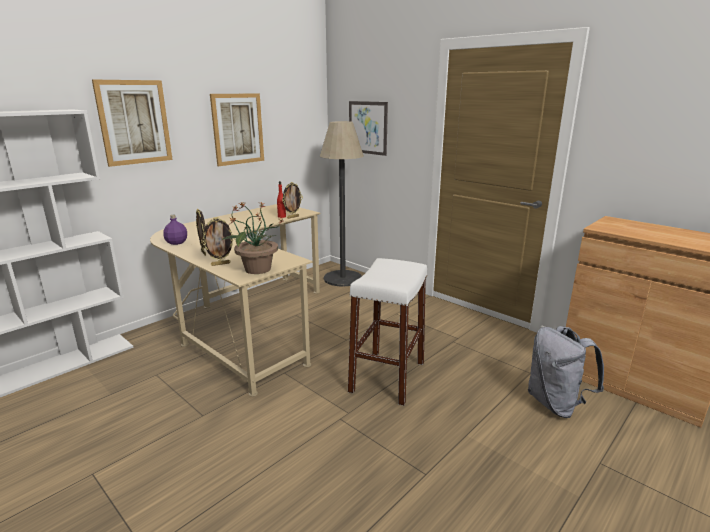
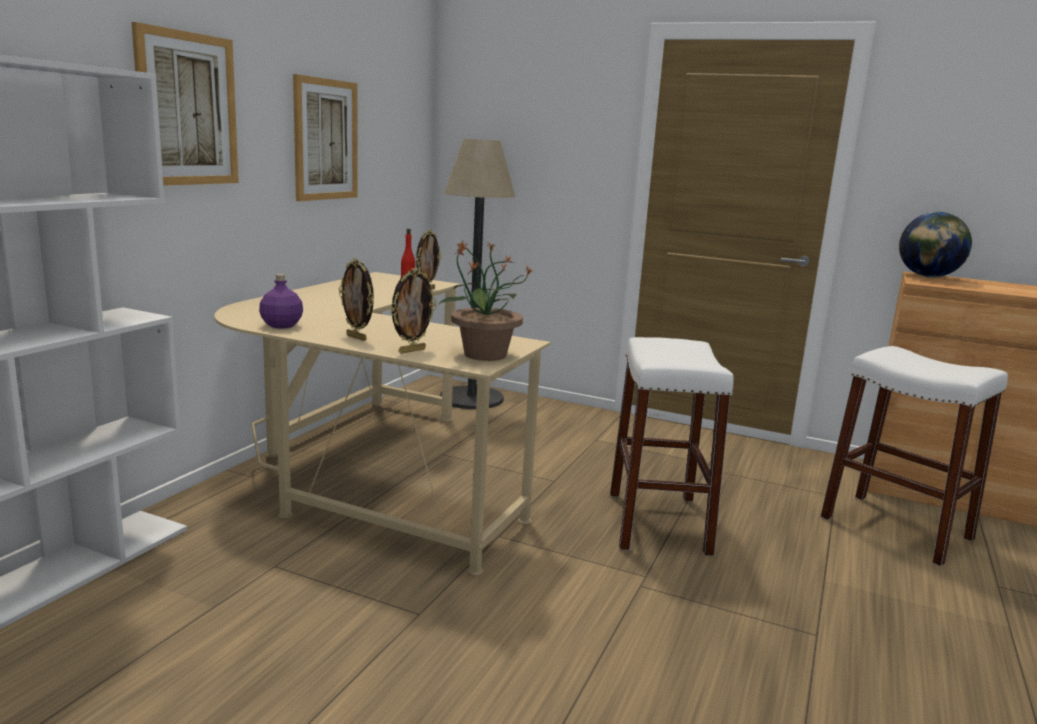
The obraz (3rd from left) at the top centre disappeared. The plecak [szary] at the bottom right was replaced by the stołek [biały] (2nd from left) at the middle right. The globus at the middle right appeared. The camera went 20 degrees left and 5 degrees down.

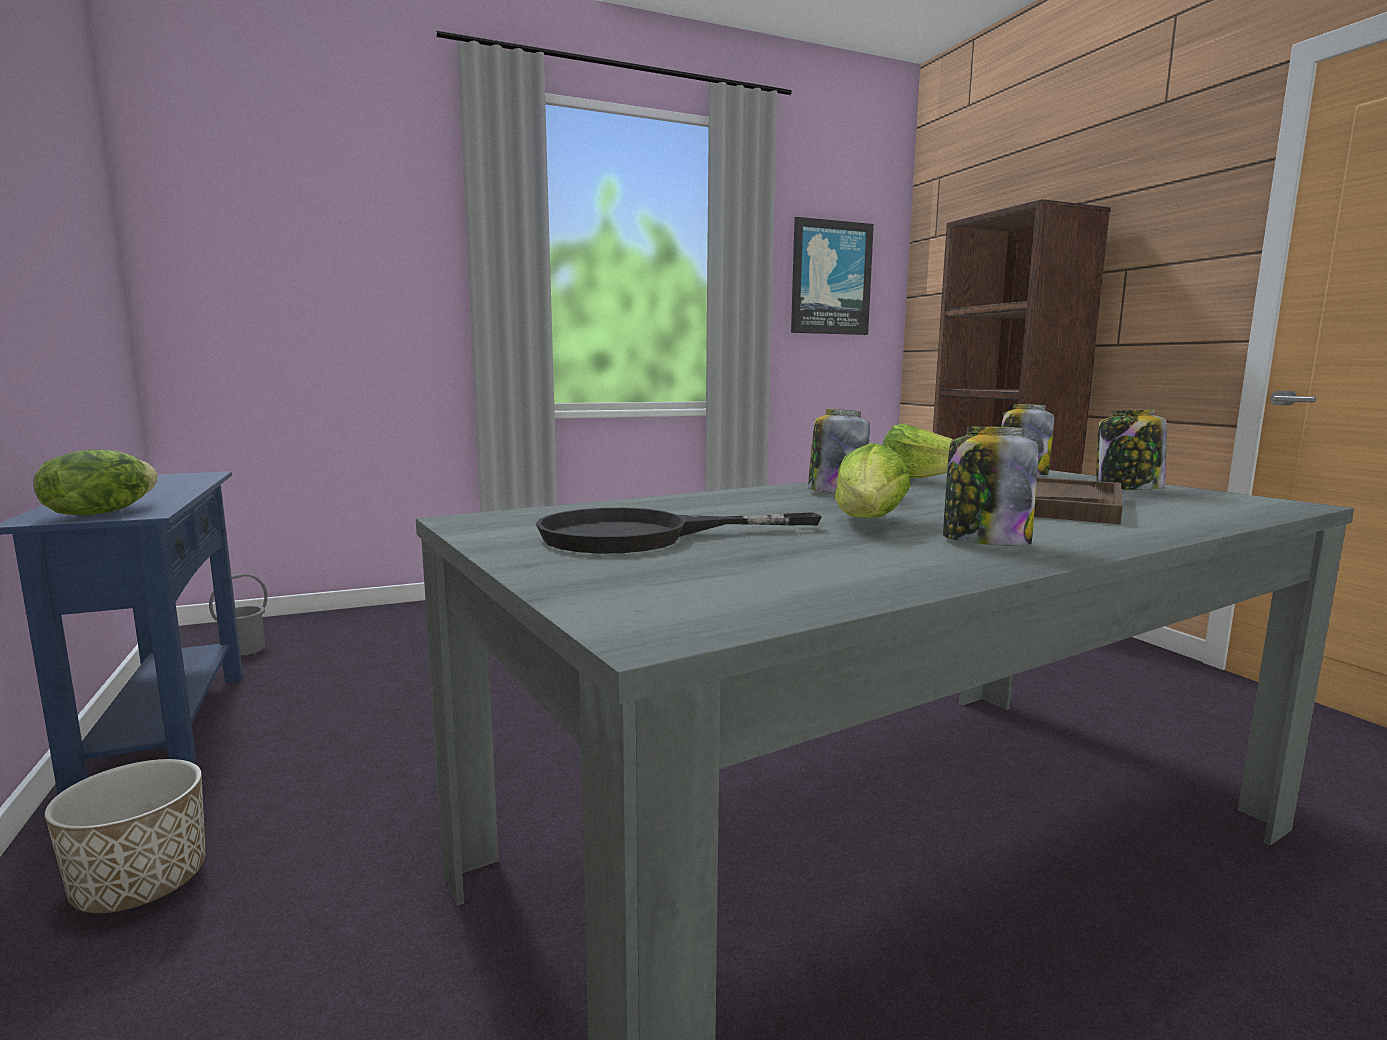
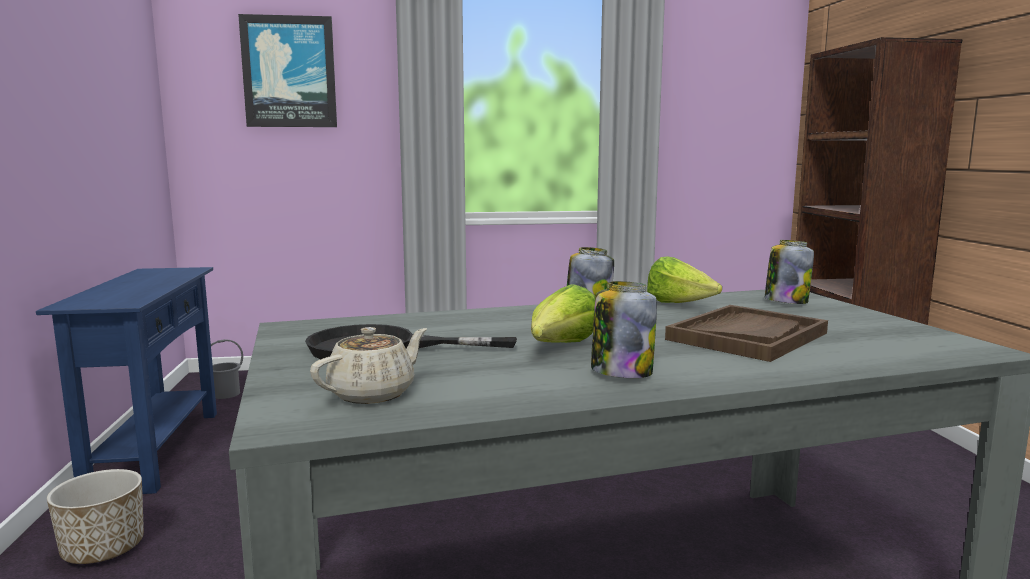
The sałata (1st from left) at the middle left disappeared. The obraz moved from the top centre to the top left. The słoik (4th from left) at the middle right disappeared. The imbryk [beżowy] at the centre appeared. The camera went 15 degrees right and 0 degrees up.

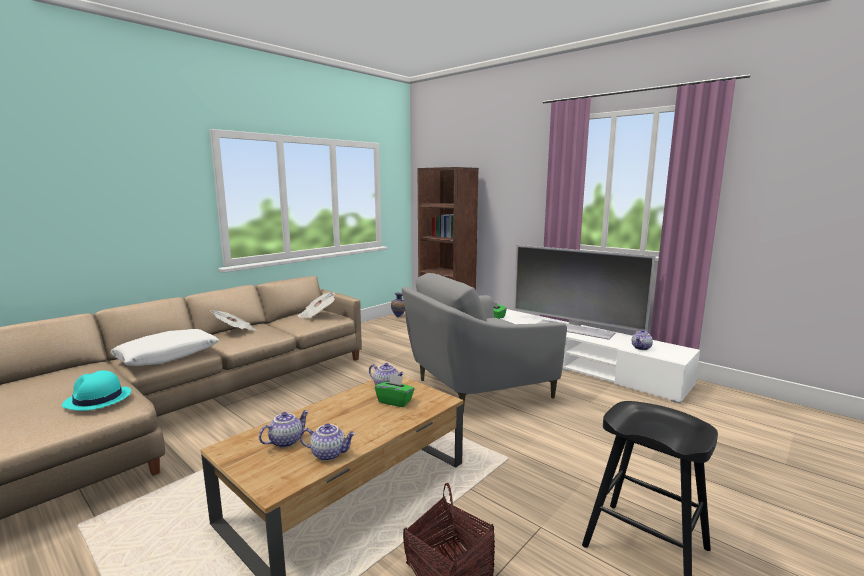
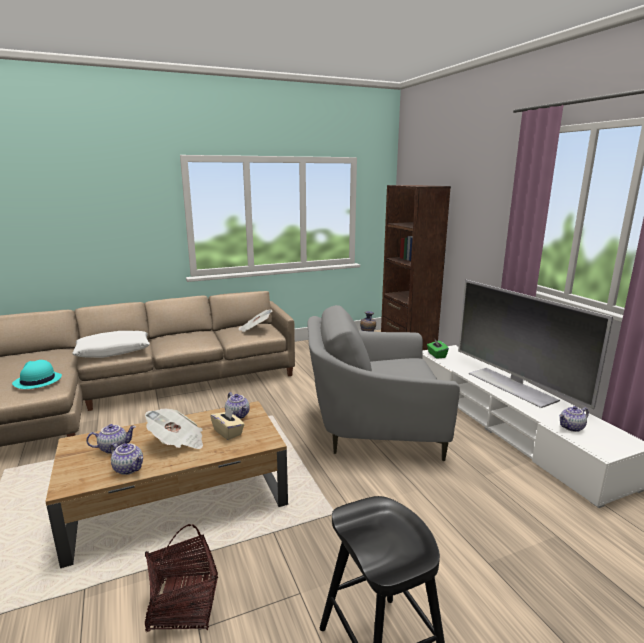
The gazeta (1st from left) moved from the middle left to the bottom left. The pudełko chusteczek [zielony] (1st from left) at the bottom centre became the pudełko chusteczek [beżowy] at the centre. The camera went 25 degrees right and 5 degrees up.

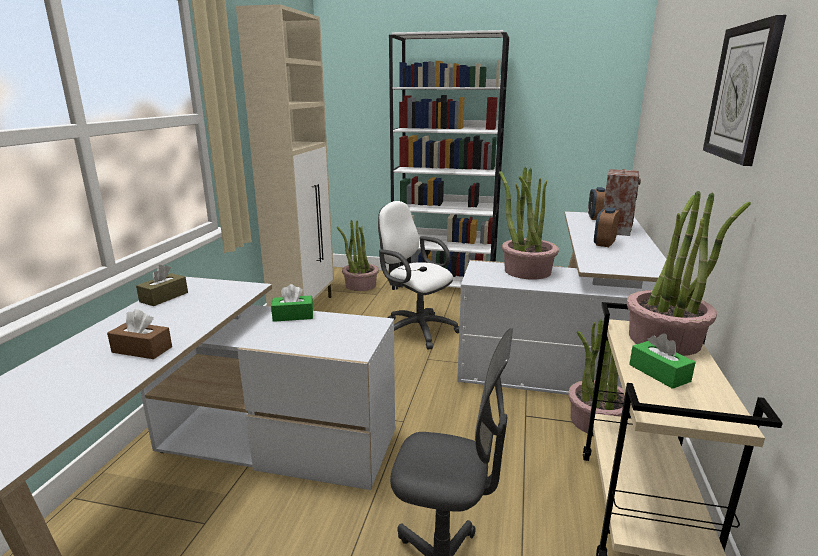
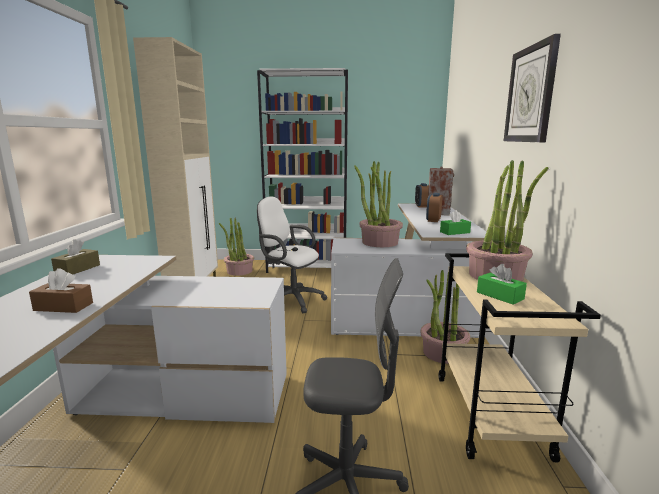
The pudełko chusteczek [zielony] (1st from left) moved from the centre to the middle right. The camera went 10 degrees left and 5 degrees down.

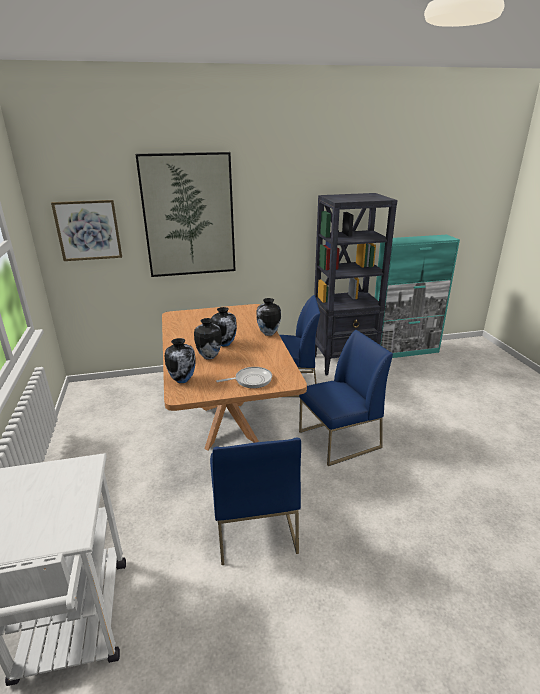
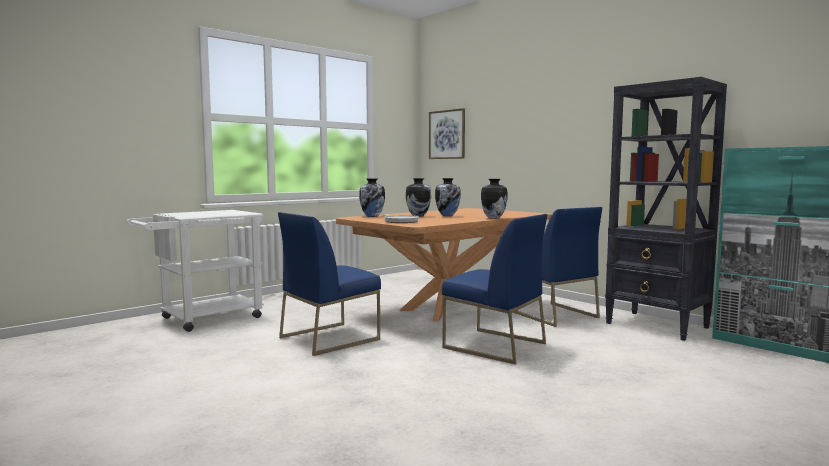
The obraz (2nd from left) at the top centre disappeared. The camera went 60 degrees right and 20 degrees down.

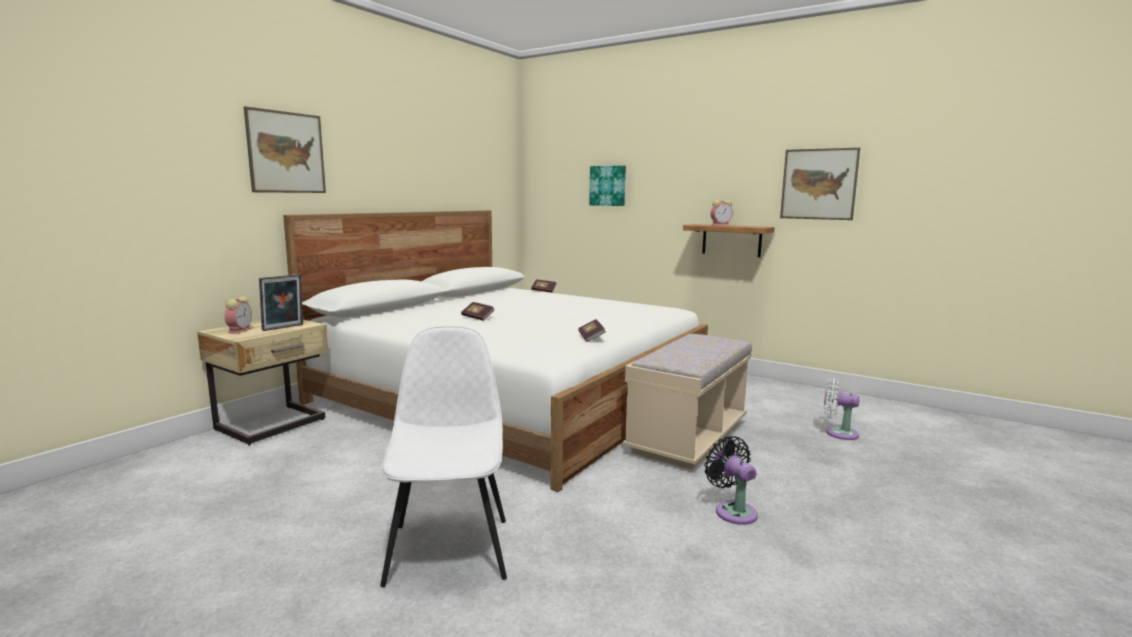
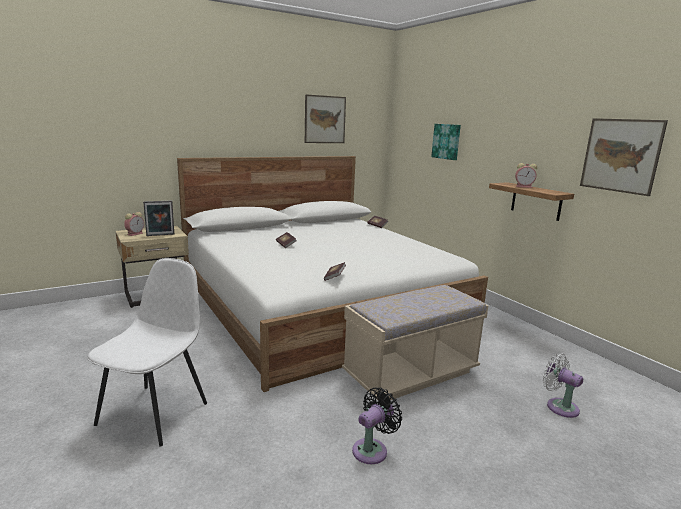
The obraz (1st from left) moved from the top left to the top centre. The wentylator [czarny] at the bottom centre turned 45 degrees clockwise. The camera went 25 degrees right and 5 degrees up.

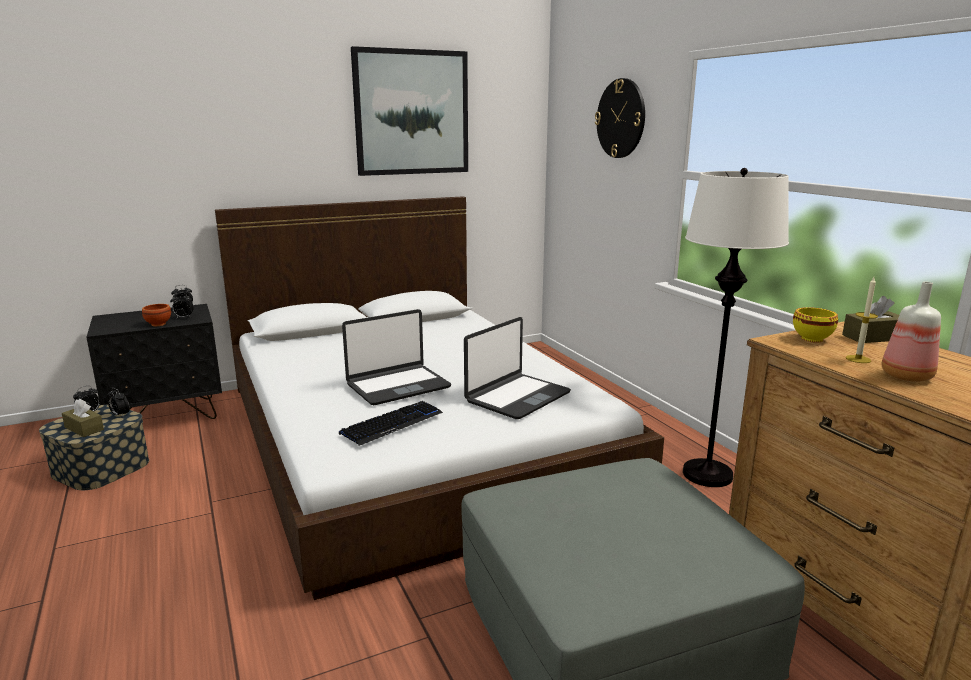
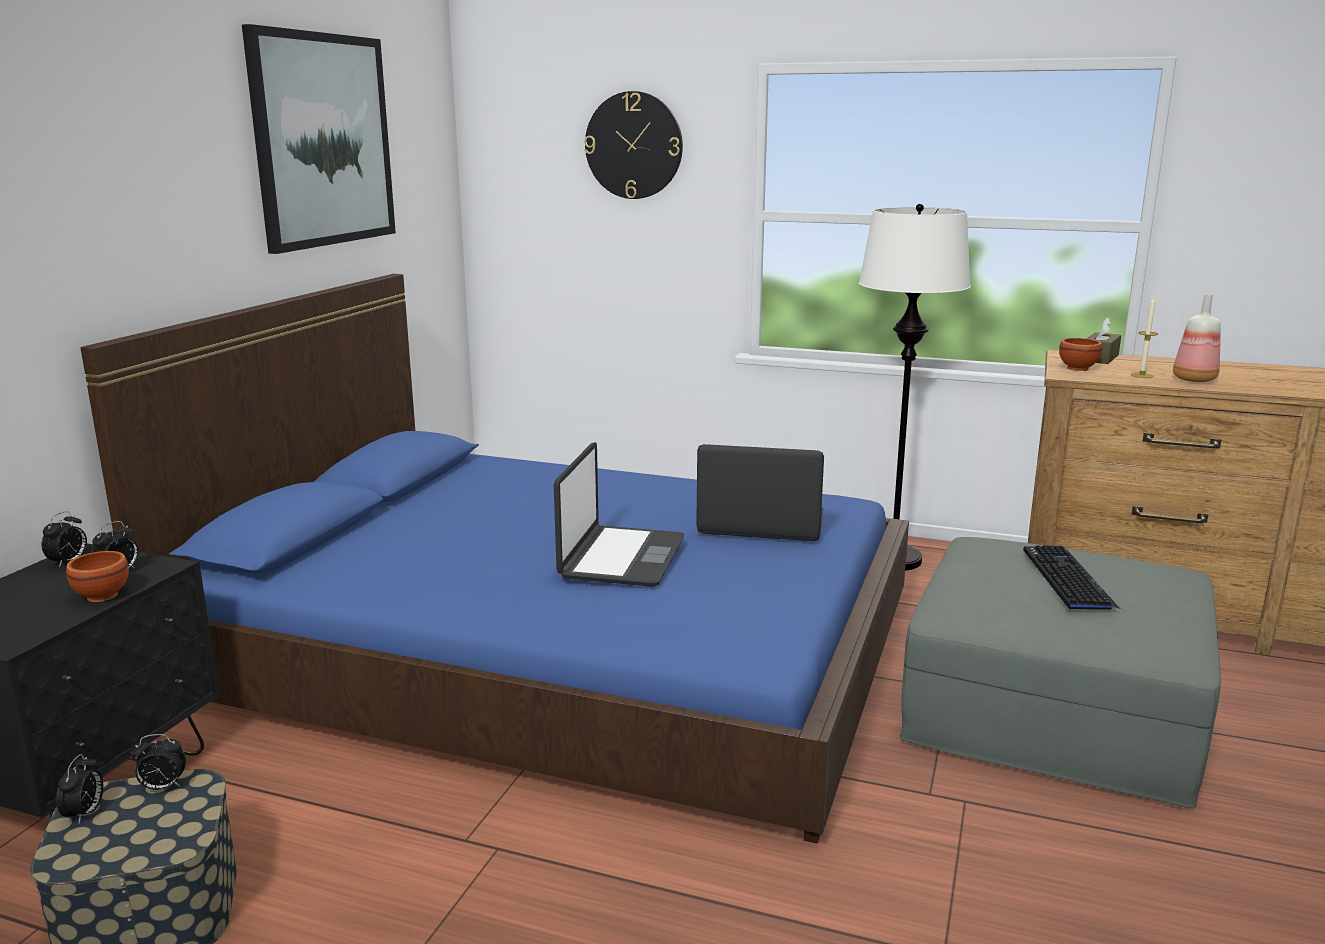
The pudełko chusteczek [brązowy] (1st from left) at the middle left disappeared. The łóżko [biały] at the centre became the łóżko [niebieski] at the centre. The klawiatura moved from the centre to the middle right. The laptop (2nd from left) at the centre turned 75 degrees counterclockwise. The miska [żółty] at the middle right became the miska [brązowy] (2nd from left) at the middle right. The camera went 45 degrees left and 0 degrees up.

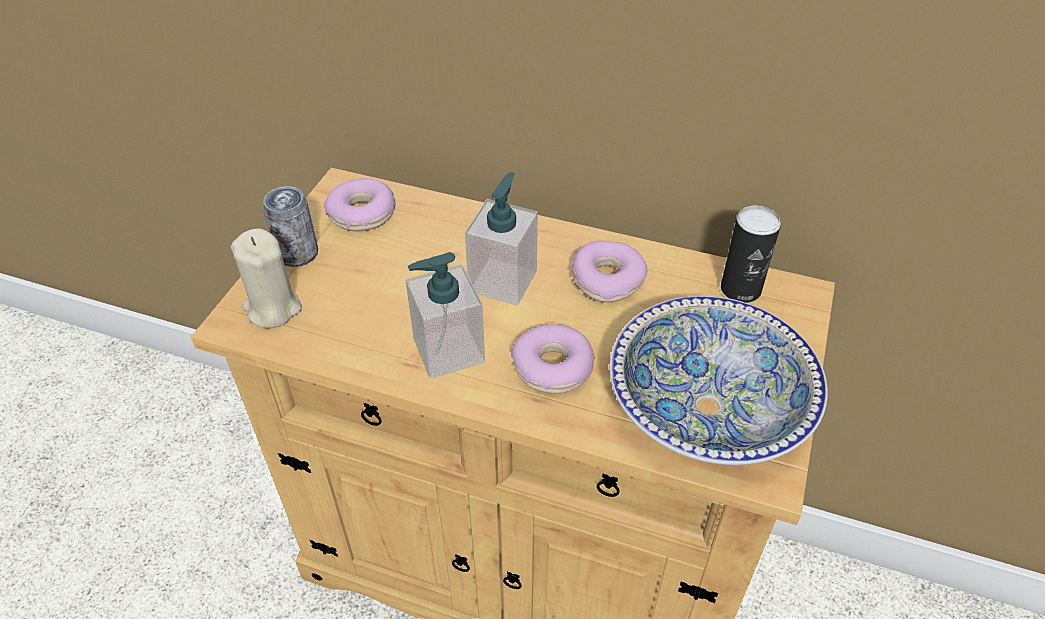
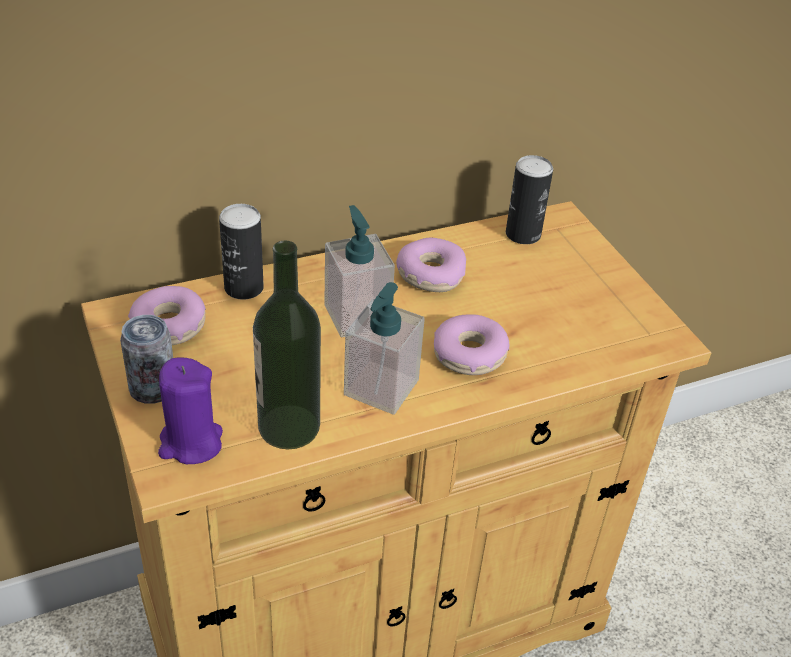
The świeca [beżowy] at the middle left became the świeca [fioletowy] at the middle left. The miska at the middle right disappeared. The puszka (2nd from left) at the middle left appeared. The butelka at the centre appeared. The camera went 45 degrees left and 5 degrees down.

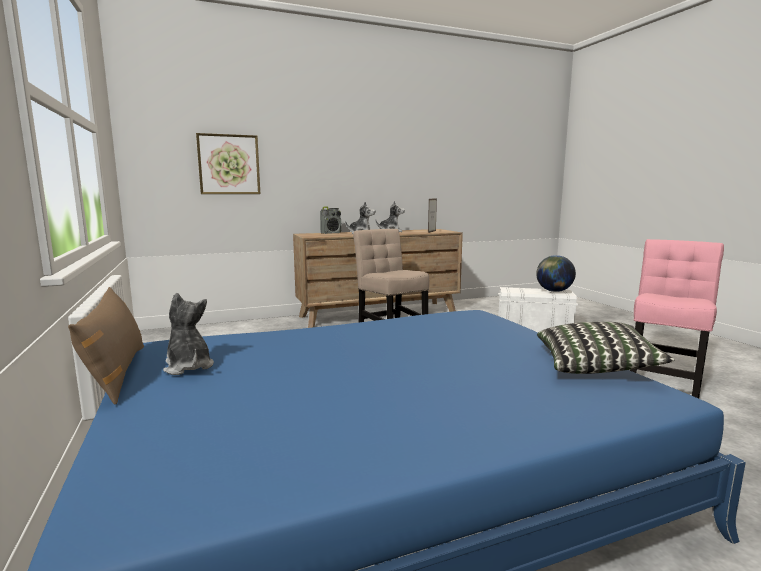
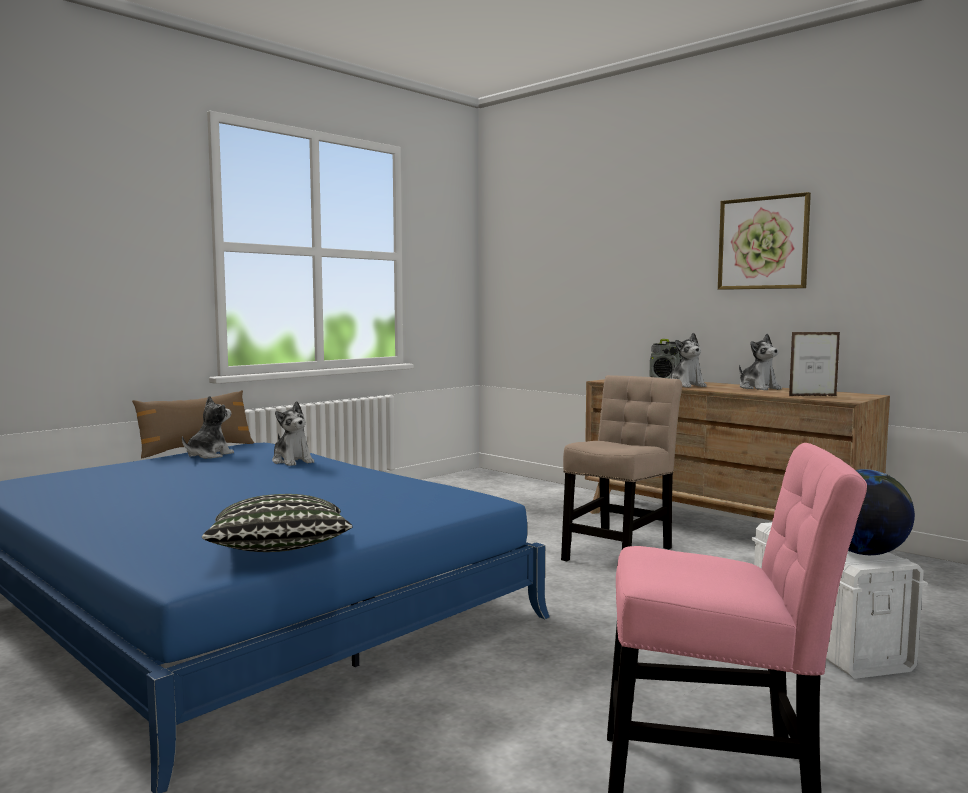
The obraz moved from the top left to the top right. The pluszak (2nd from left) at the middle left appeared. The camera went 65 degrees right and 5 degrees down.

